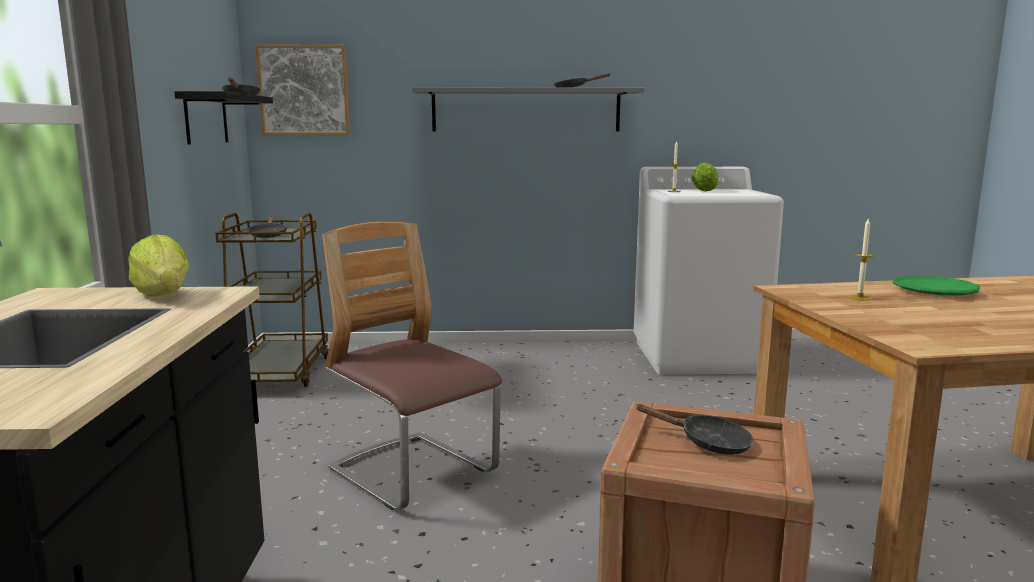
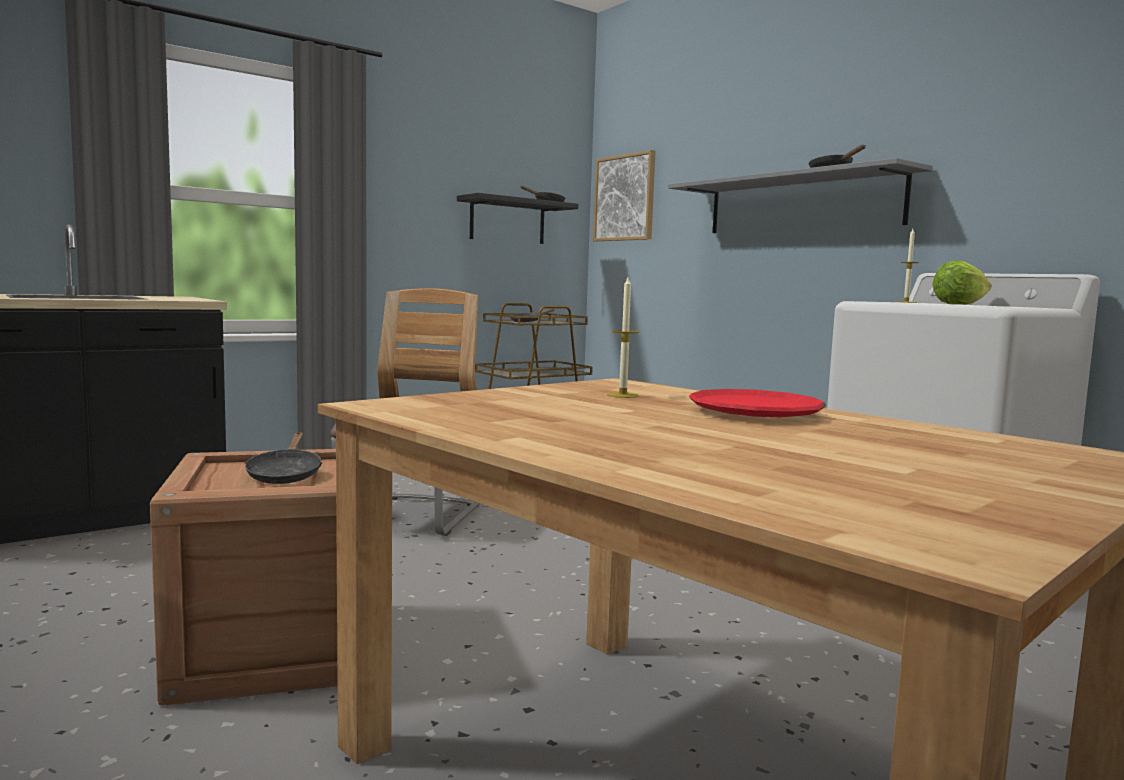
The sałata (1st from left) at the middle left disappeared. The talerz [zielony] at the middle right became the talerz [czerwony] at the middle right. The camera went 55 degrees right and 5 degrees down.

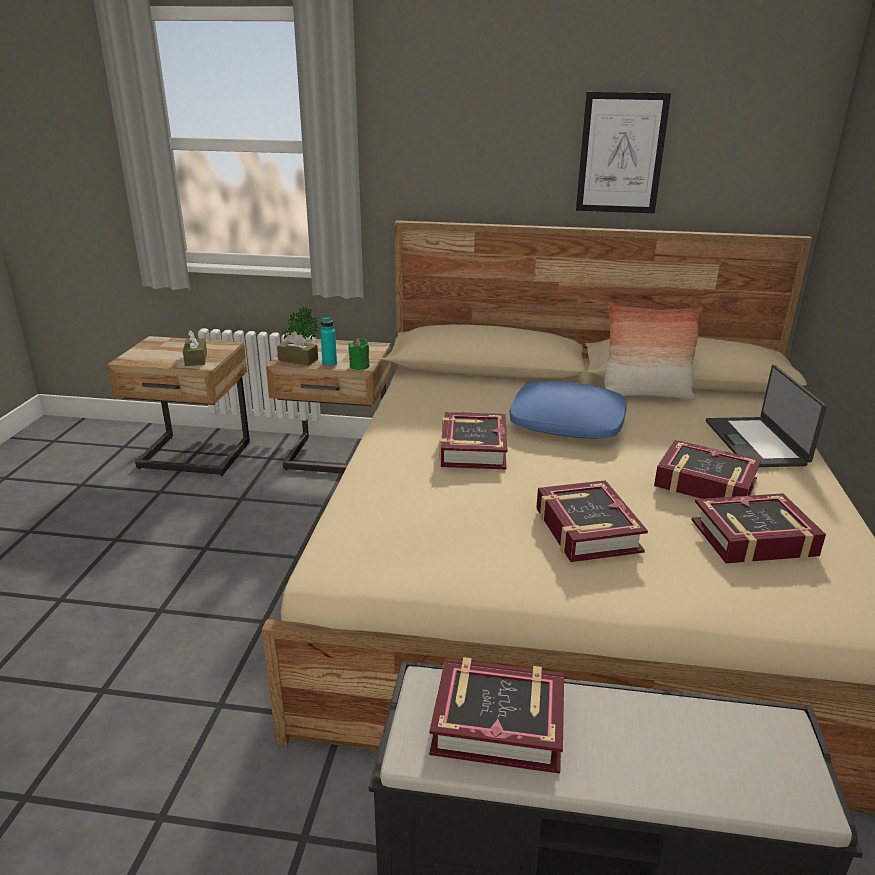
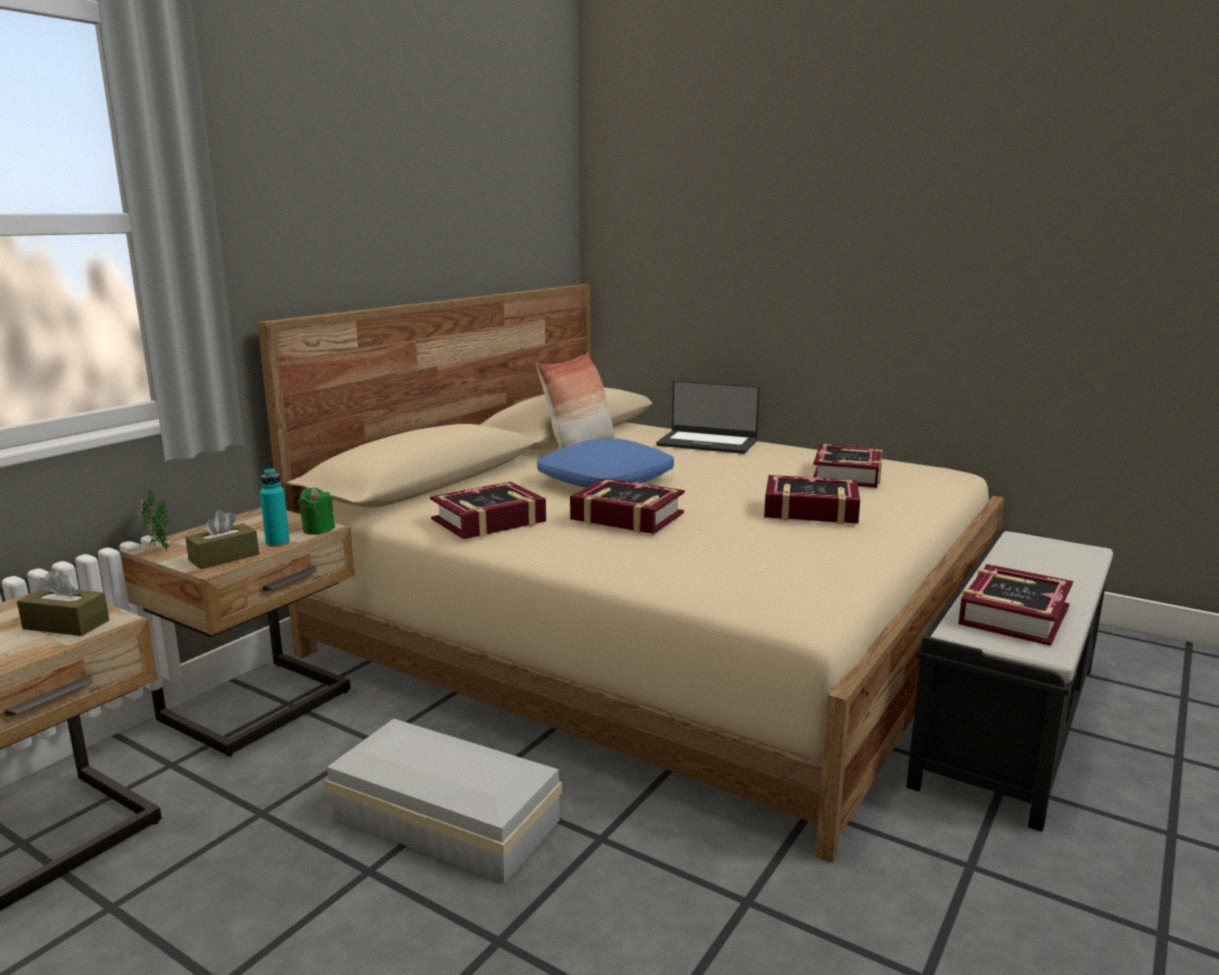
The obraz at the top right disappeared. The książka (4th from left in the first image) moved from the middle right to the centre. The pojemnik do przechowywania [biały] at the bottom centre appeared. The camera went 65 degrees left and 10 degrees down.

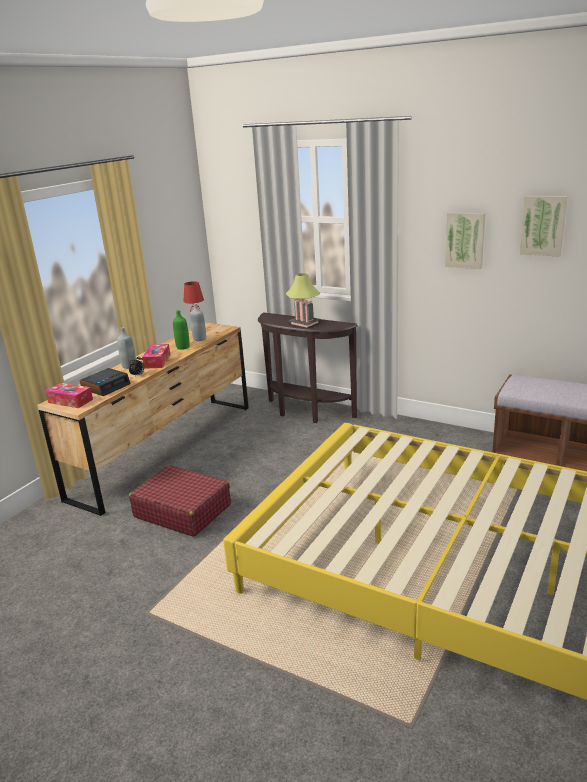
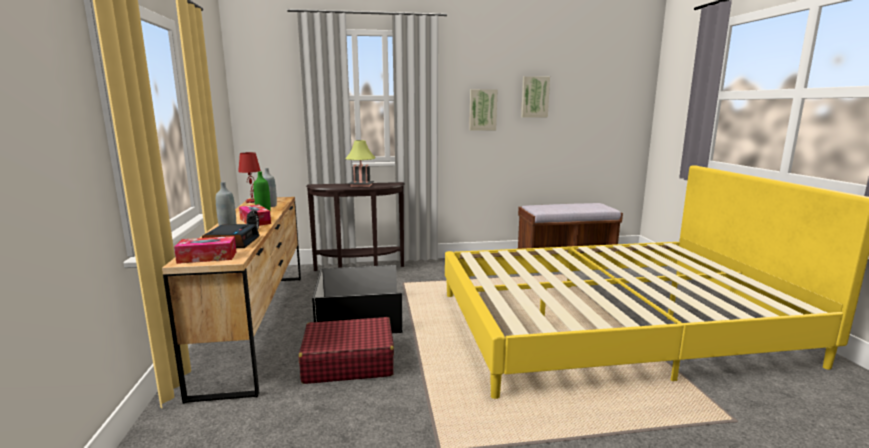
The pojemnik do przechowywania [czarny] at the bottom centre appeared. The camera went 40 degrees left and 10 degrees down.

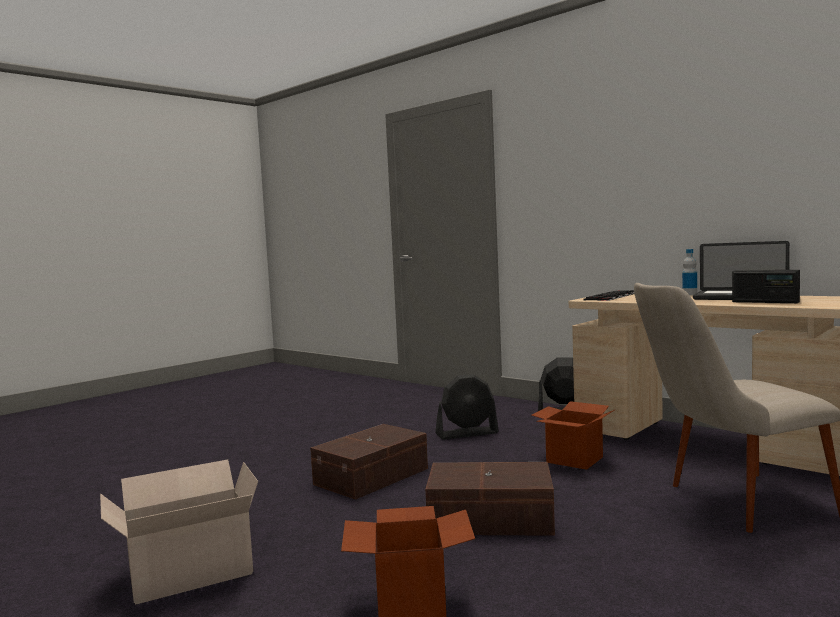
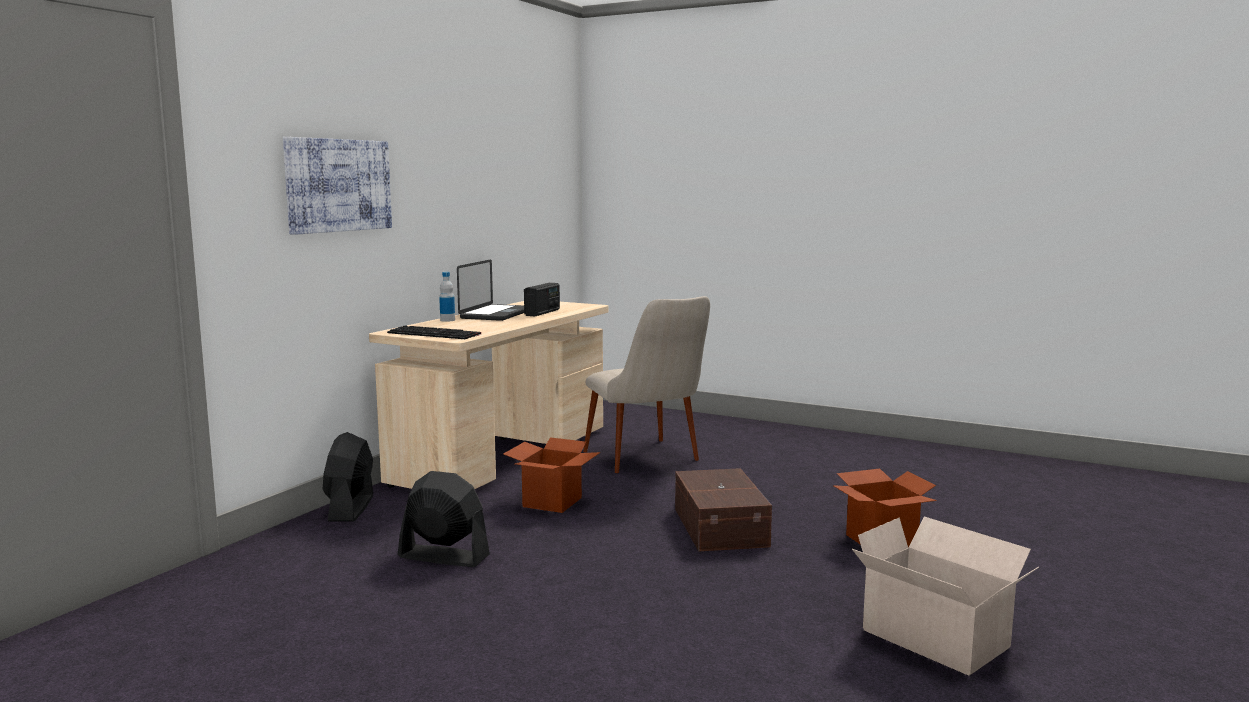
The pojemnik do przechowywania [brązowy] (1st from left) at the bottom centre disappeared. The wentylator [czarny] (1st from left in the first image) at the centre turned 45 degrees counterclockwise. The obraz at the top left appeared. The camera went 105 degrees left and 5 degrees up.

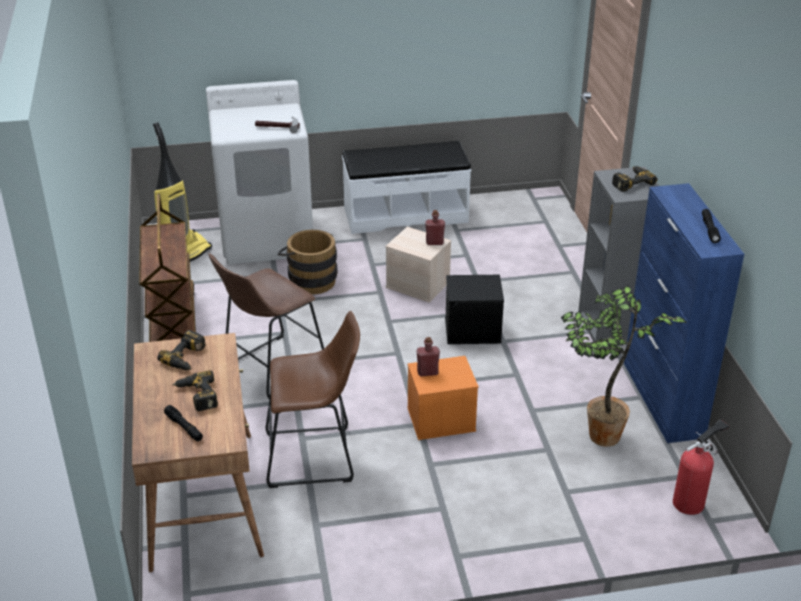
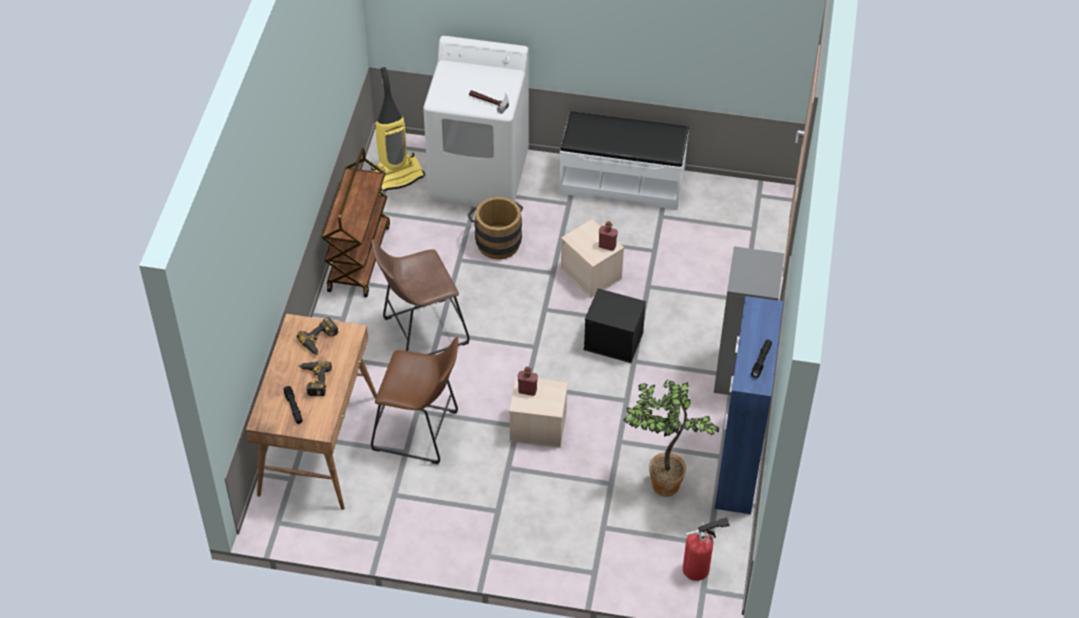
The pojemnik do przechowywania [pomarańczowy] at the centre became the pojemnik do przechowywania [beżowy] (1st from left) at the bottom centre. The wiertarka (3rd from left) at the top right disappeared. The camera went 20 degrees right and 15 degrees up.

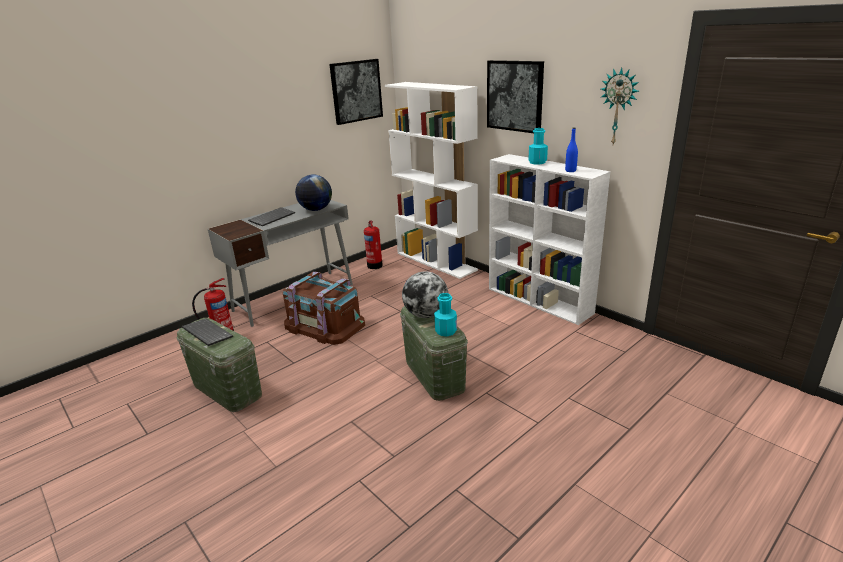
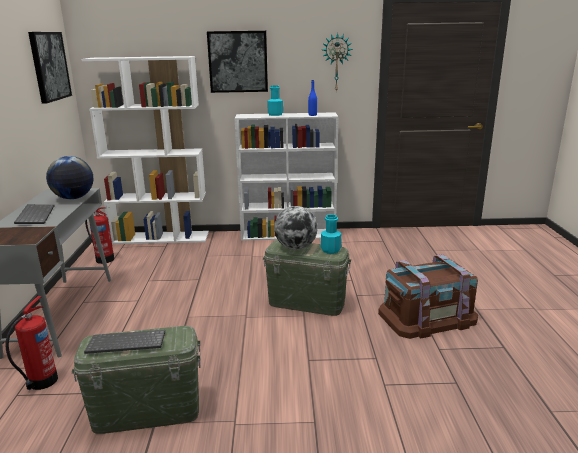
The pojemnik do przechowywania [brązowy] moved from the centre to the middle right. The camera went 50 degrees left and 5 degrees down.

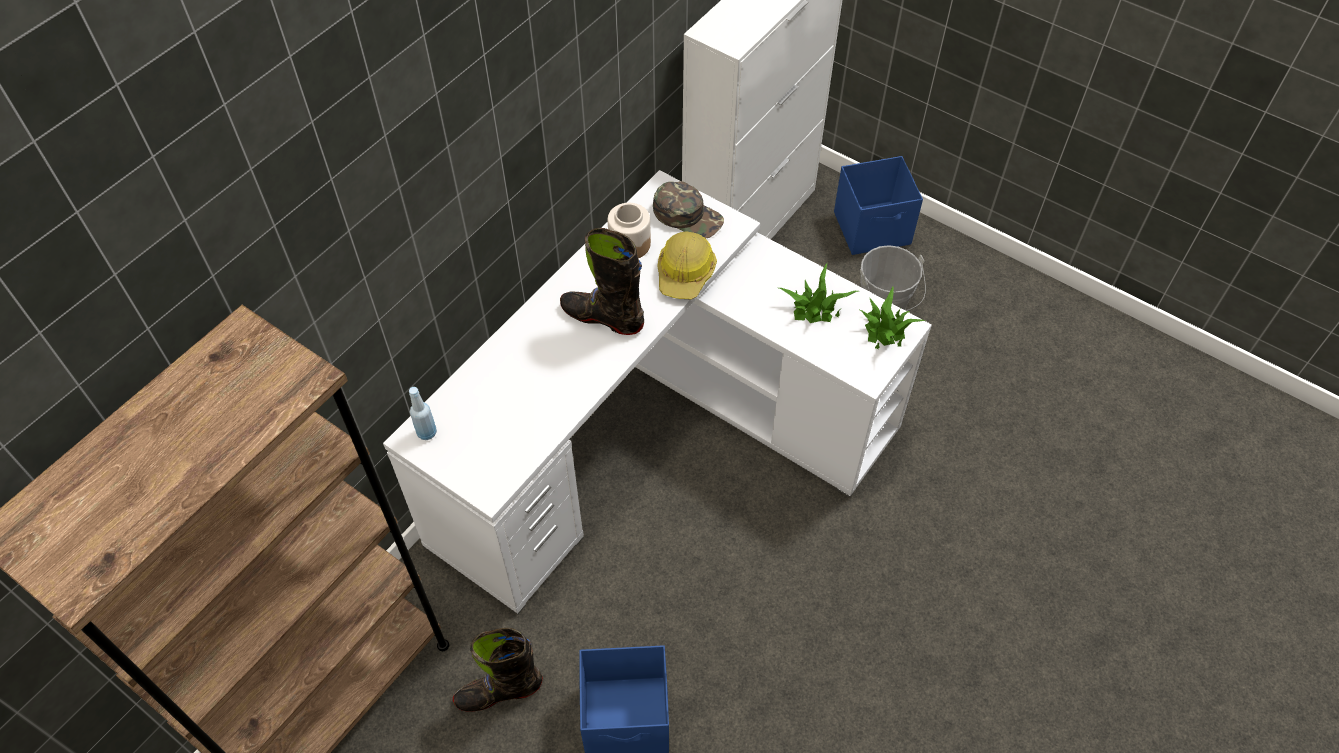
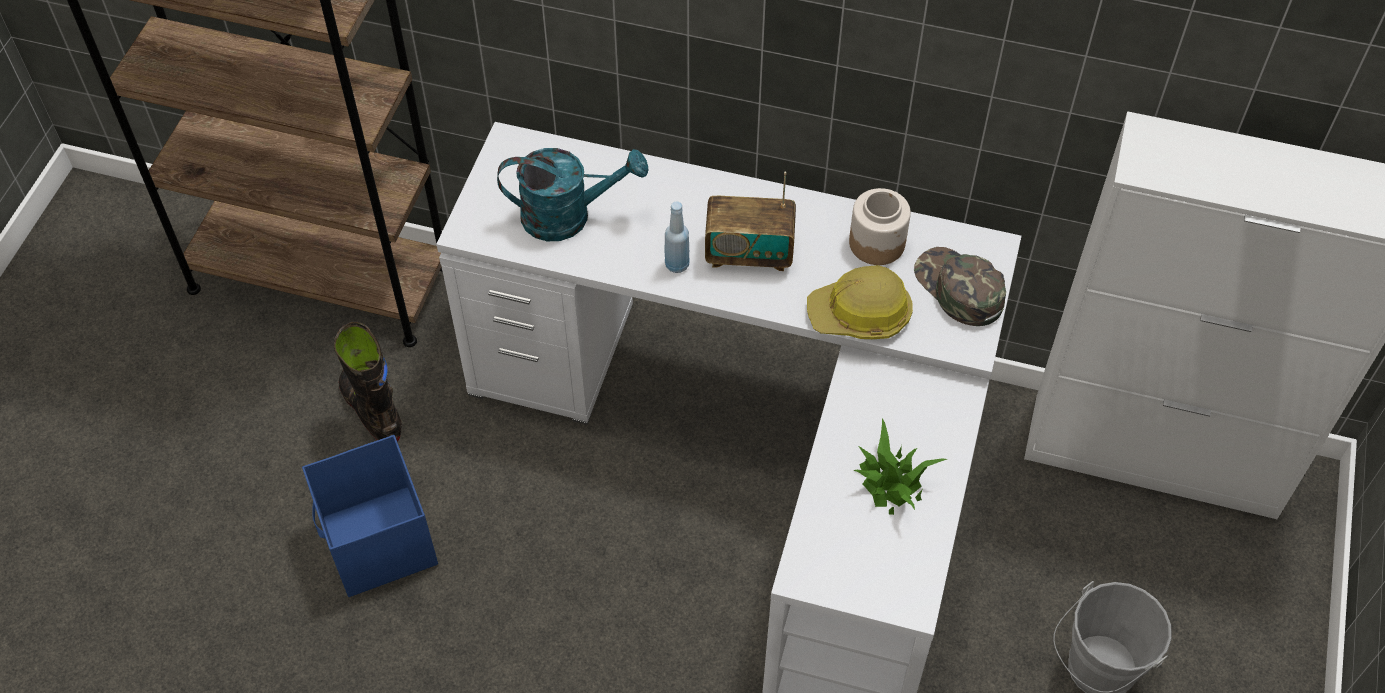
The butelka [niebieski] moved from the middle left to the centre. The but z cholewką [czarny] (2nd from left) at the centre was replaced by the radio at the top centre. The czapka z daszkiem [zielony] at the top centre turned 135 degrees clockwise. The pojemnik do przechowywania [niebieski] (2nd from left) at the top centre disappeared. The roślina doniczkowa (2nd from left) at the centre disappeared. The konewka [turkusowy] at the top centre appeared. The camera went 70 degrees right and 0 degrees up.

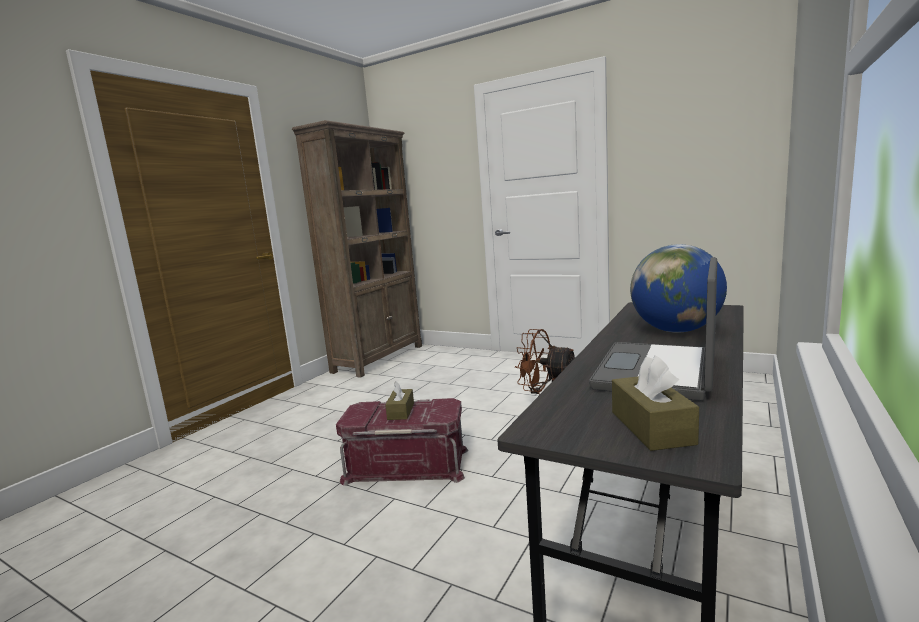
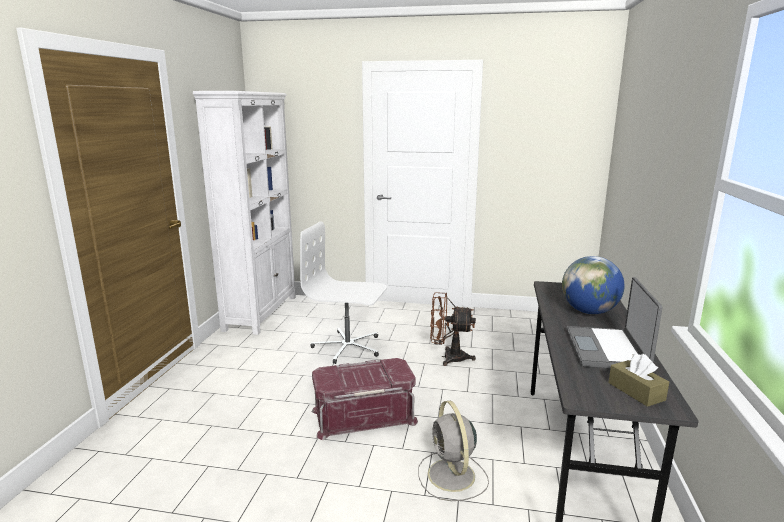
The regał [brązowy] at the centre became the regał [biały] at the middle left. The pudełko chusteczek [brązowy] (1st from left) at the centre disappeared. The krzesło biurowe [biały] at the centre appeared. The wentylator [szary] at the bottom centre appeared. The camera went 20 degrees left and 5 degrees up.

